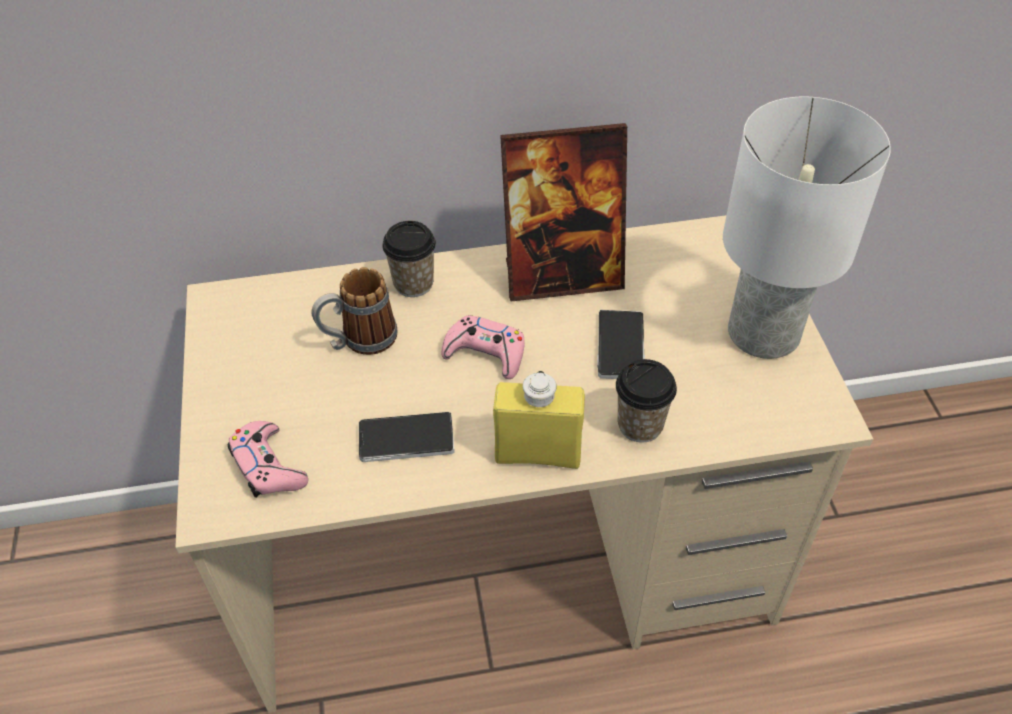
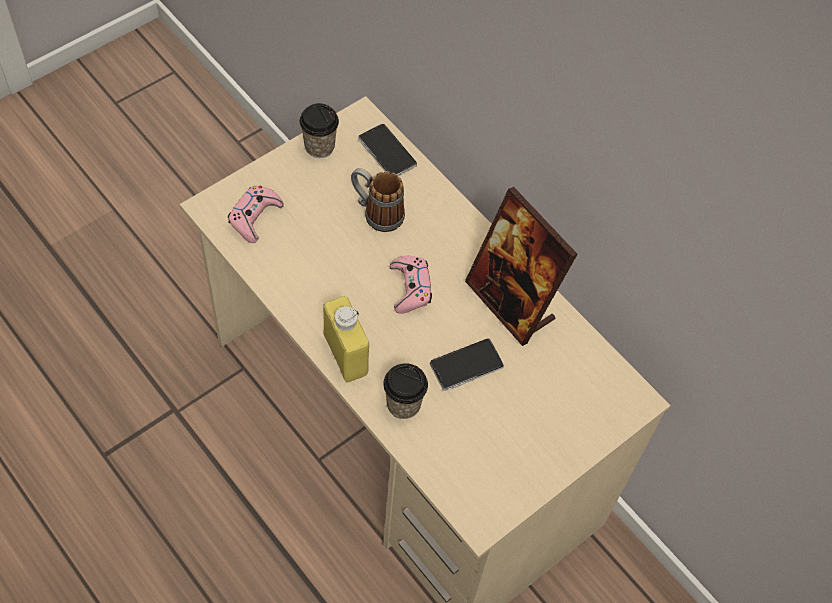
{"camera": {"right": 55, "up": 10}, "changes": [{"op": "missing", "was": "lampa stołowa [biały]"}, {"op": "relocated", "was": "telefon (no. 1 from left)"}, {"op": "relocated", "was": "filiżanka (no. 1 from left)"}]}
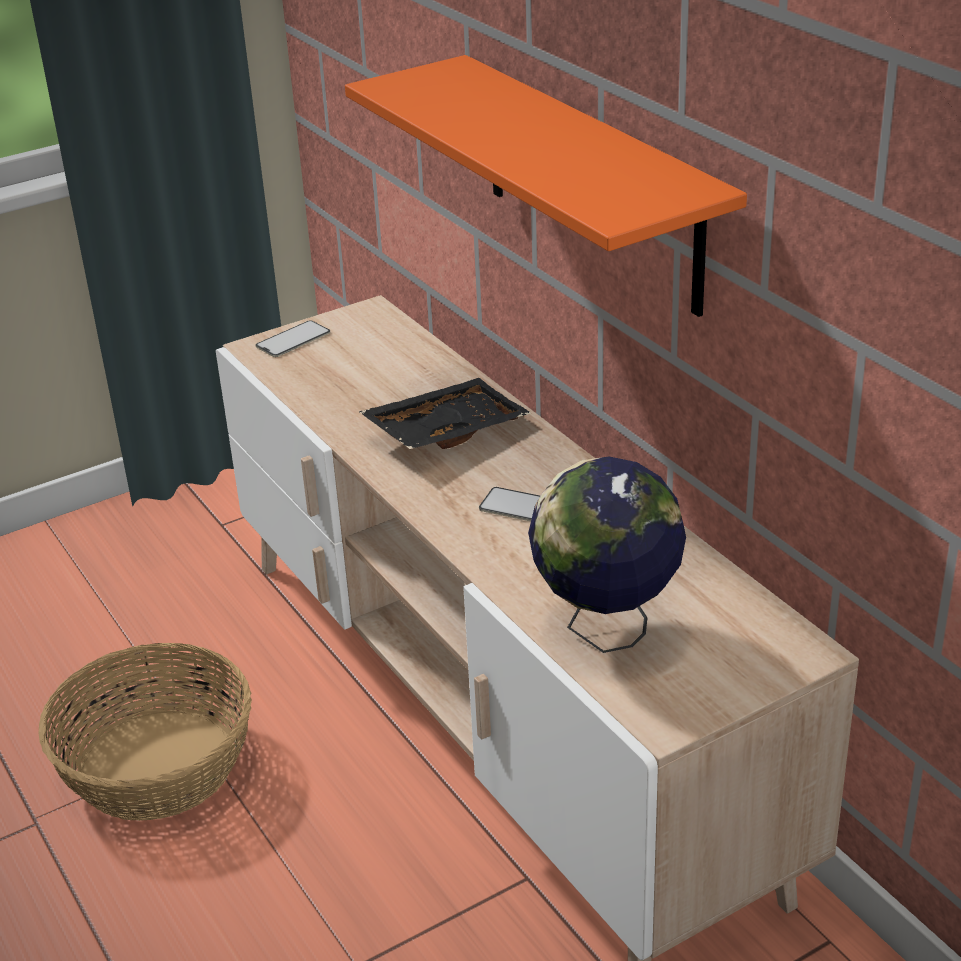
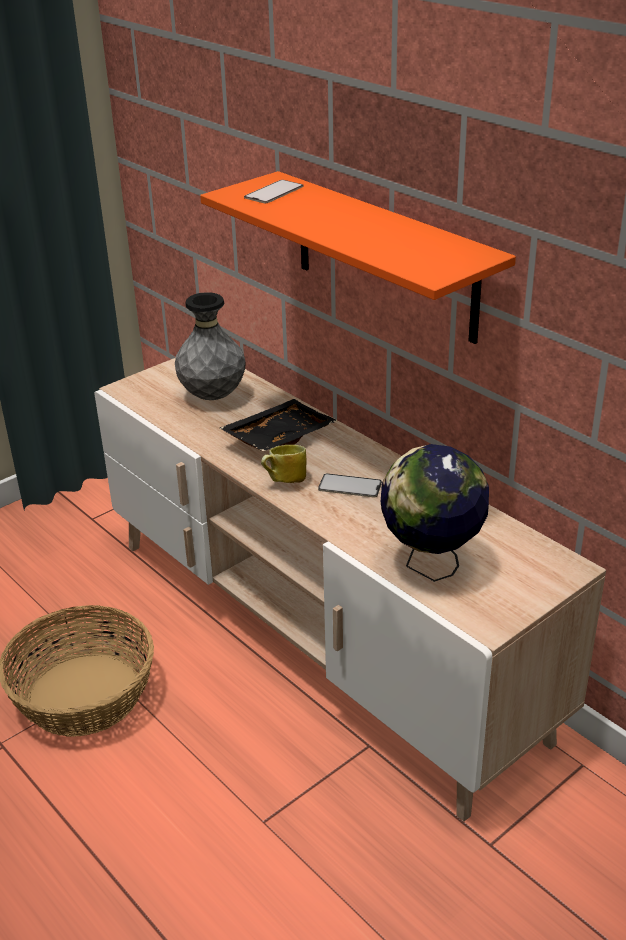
{"camera": {"right": -10, "up": 0}, "changes": [{"op": "appeared", "now": "wazon [szary]"}, {"op": "appeared", "now": "kubek"}, {"op": "relocated", "was": "telefon (no. 1 from left)"}]}
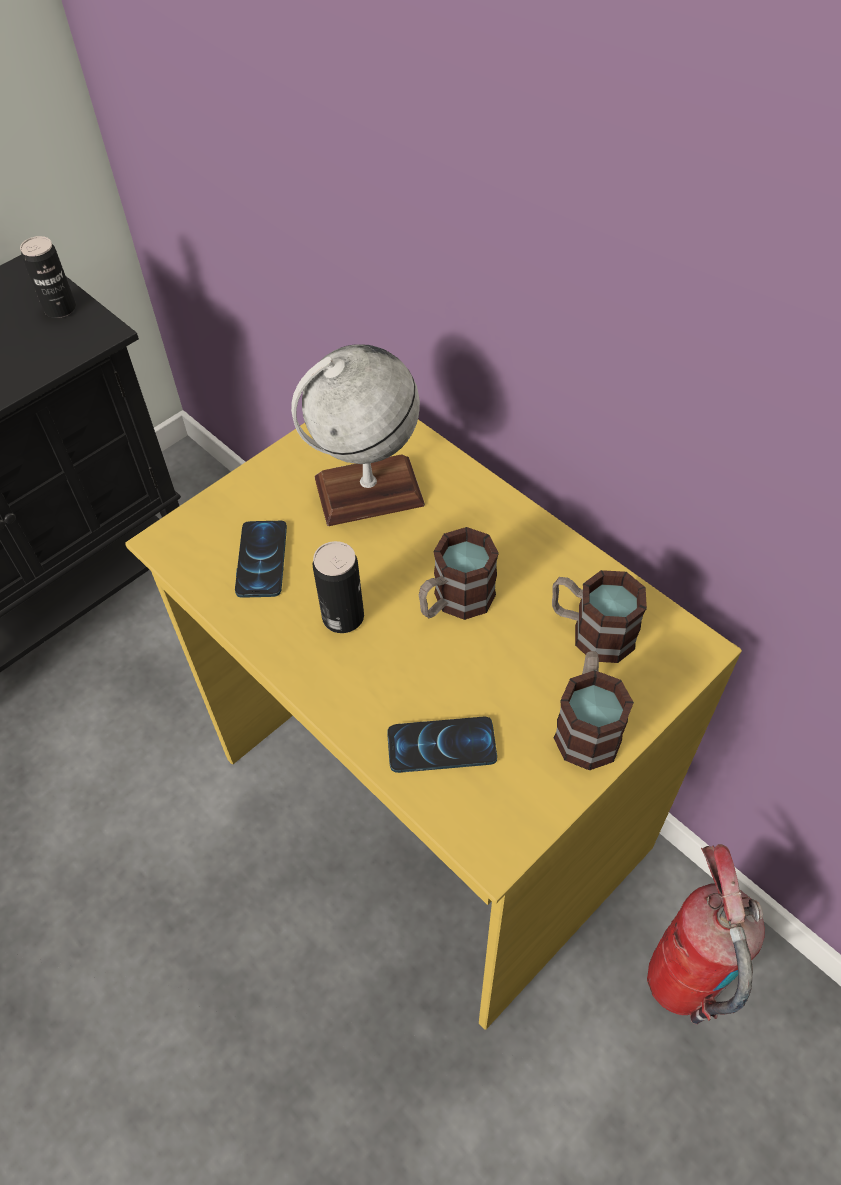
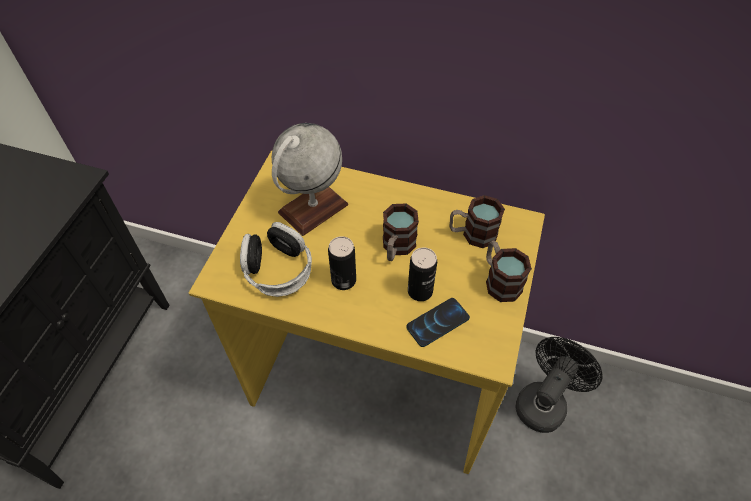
{"camera": {"right": -30, "up": 0}, "changes": [{"op": "relocated", "was": "puszka (no. 1 from left in the first image)", "now": "puszka (no. 2 from left)"}, {"op": "exchanged", "was": "telefon (no. 1 from left)", "now": "słuchawki"}, {"op": "exchanged", "was": "gaśnica", "now": "wentylator [czarny]"}]}
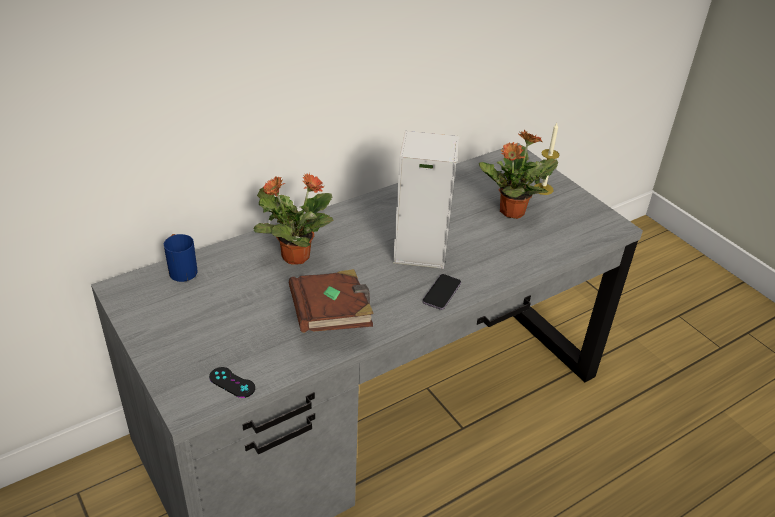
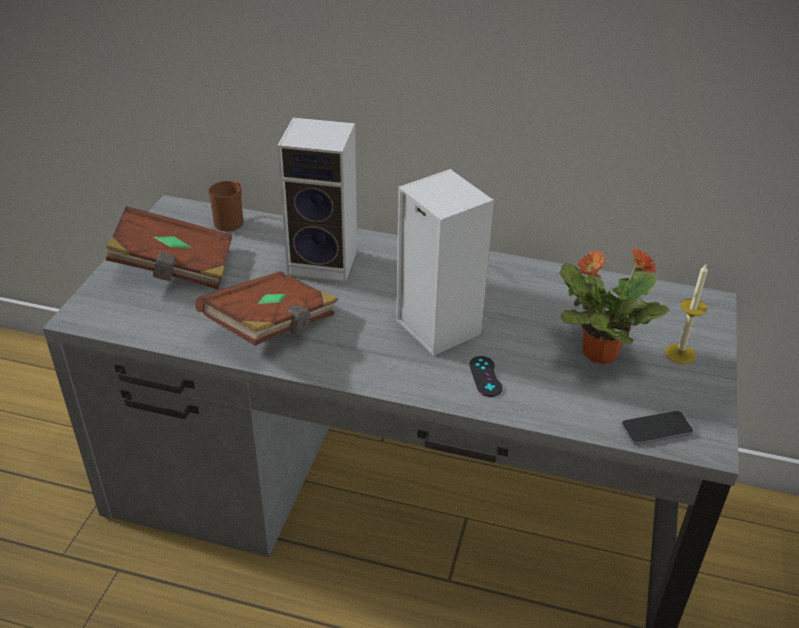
{"camera": {"right": 50, "up": 0}, "changes": [{"op": "appeared", "now": "książka [brązowy] (no. 1 from left)"}, {"op": "relocated", "was": "pad do gier [czarny]"}, {"op": "relocated", "was": "telefon"}, {"op": "exchanged", "was": "roślina doniczkowa (no. 1 from left)", "now": "głośnik (no. 1 from left)"}, {"op": "colour", "was": "kubek [niebieski]", "now": "kubek [brązowy]"}]}
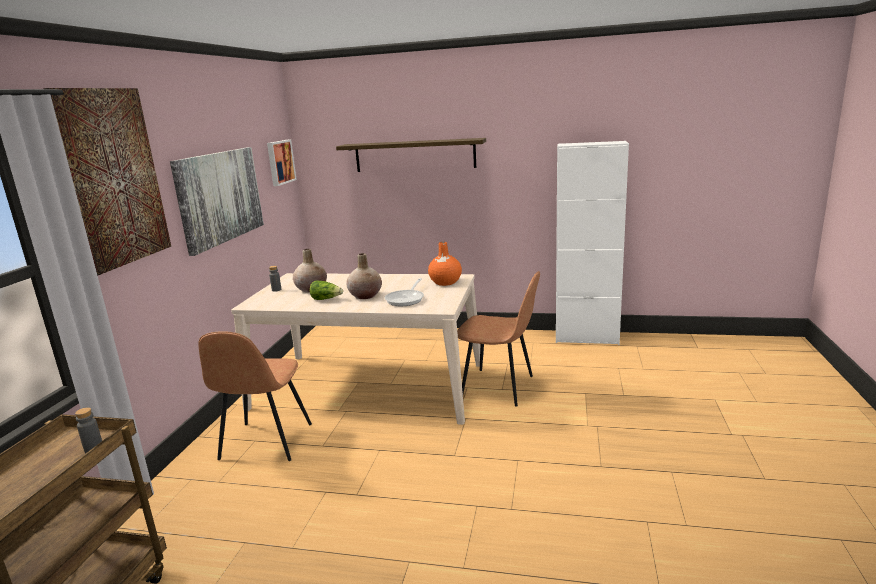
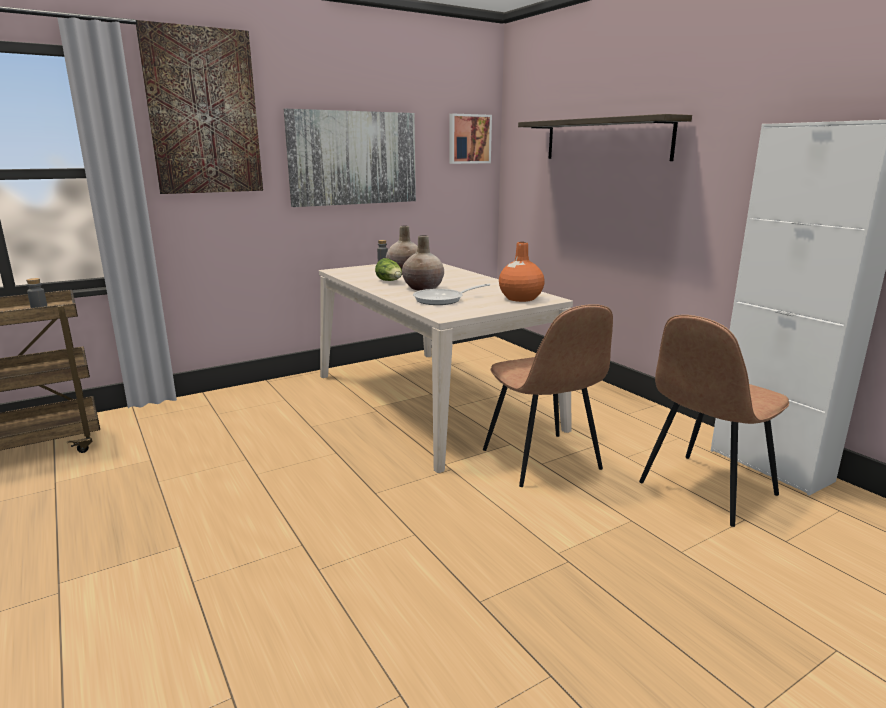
{"camera": {"right": 45, "up": 0}, "changes": [{"op": "relocated", "was": "krzesło [brązowy] (no. 1 from left in the first image)", "now": "krzesło [brązowy] (no. 2 from left)"}]}
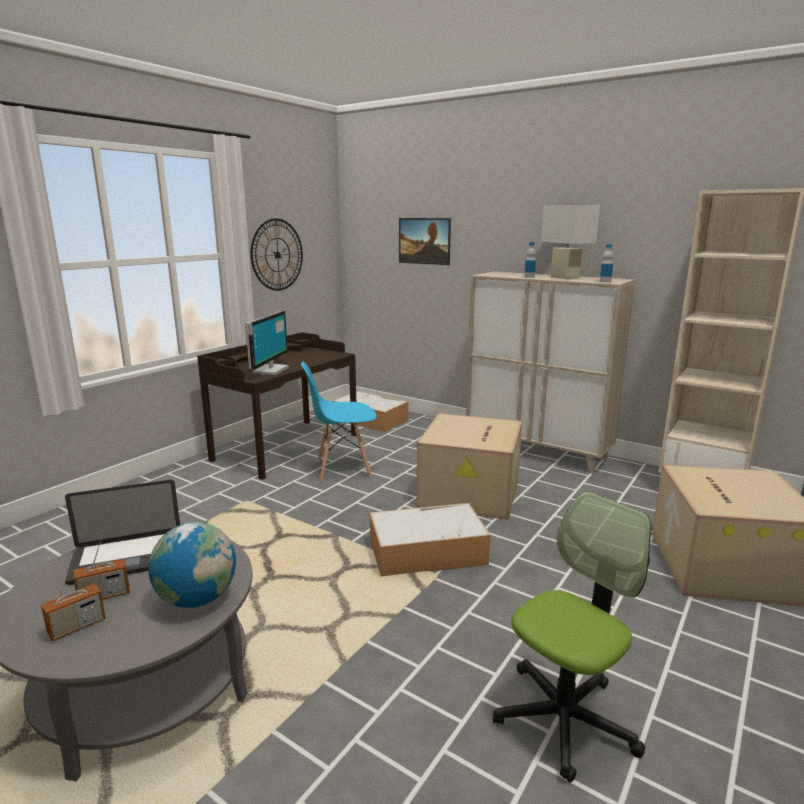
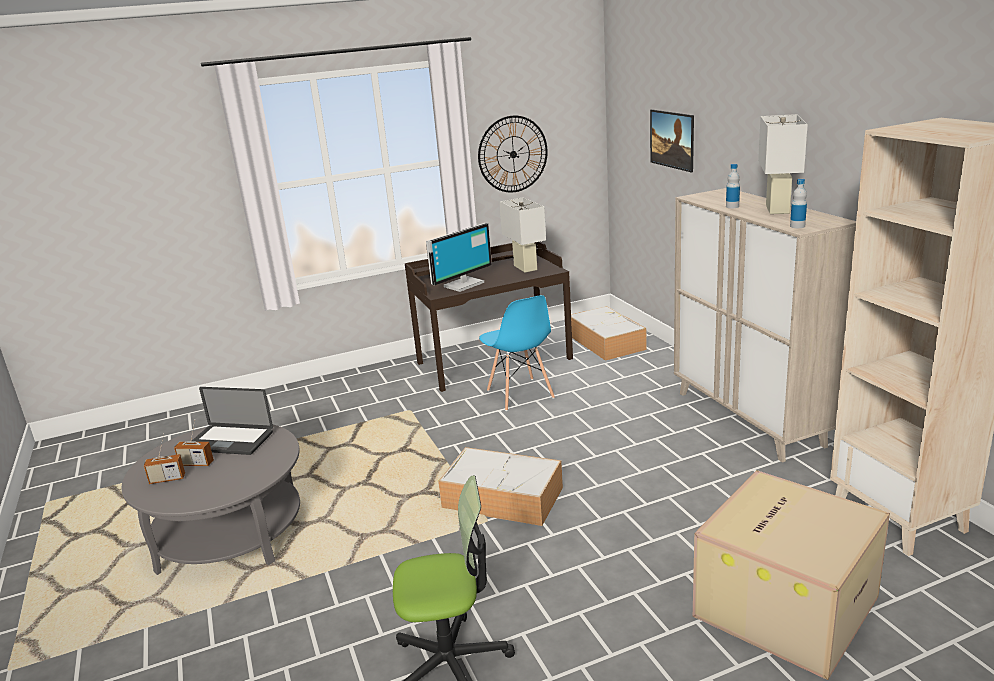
{"camera": {"right": 35, "up": 5}, "changes": [{"op": "missing", "was": "globus"}, {"op": "missing", "was": "karton (no. 1 from left)"}, {"op": "appeared", "now": "lampa stołowa [biały] (no. 1 from left)"}, {"op": "spun", "was": "krzesło [niebieski]", "clockwise": -135}]}
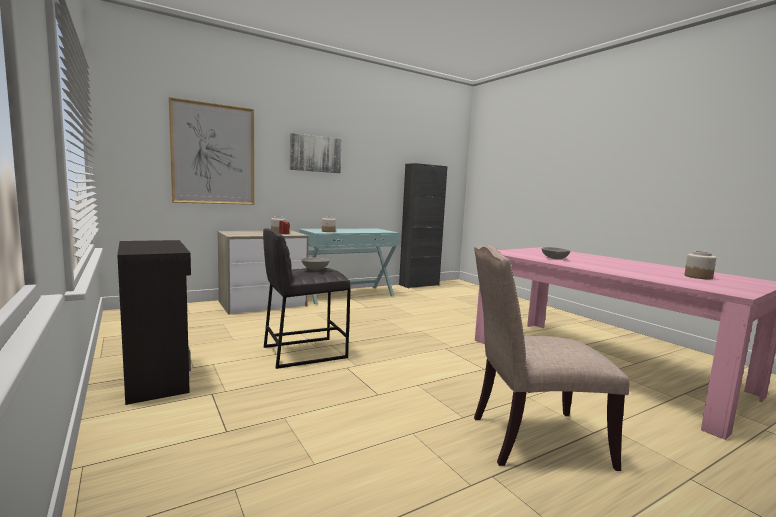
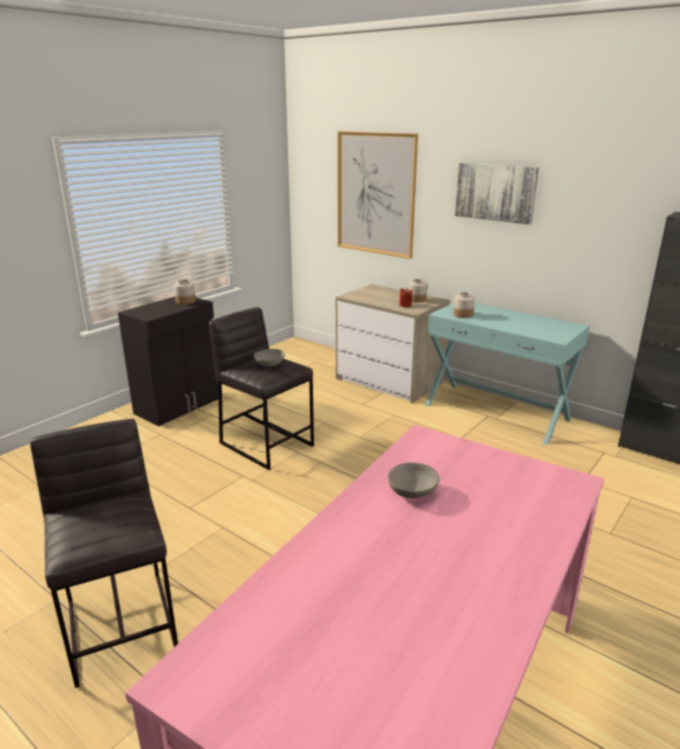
{"camera": {"right": 70, "up": 15}, "changes": [{"op": "relocated", "was": "słoik (no. 3 from left in the first image)", "now": "słoik (no. 1 from left)"}, {"op": "exchanged", "was": "krzesło [beżowy]", "now": "stołek [szary] (no. 1 from left)"}]}
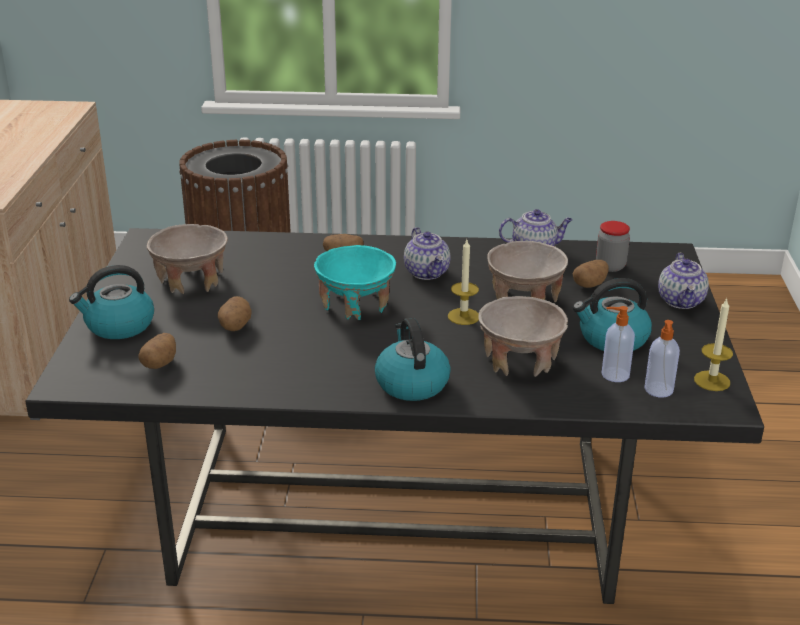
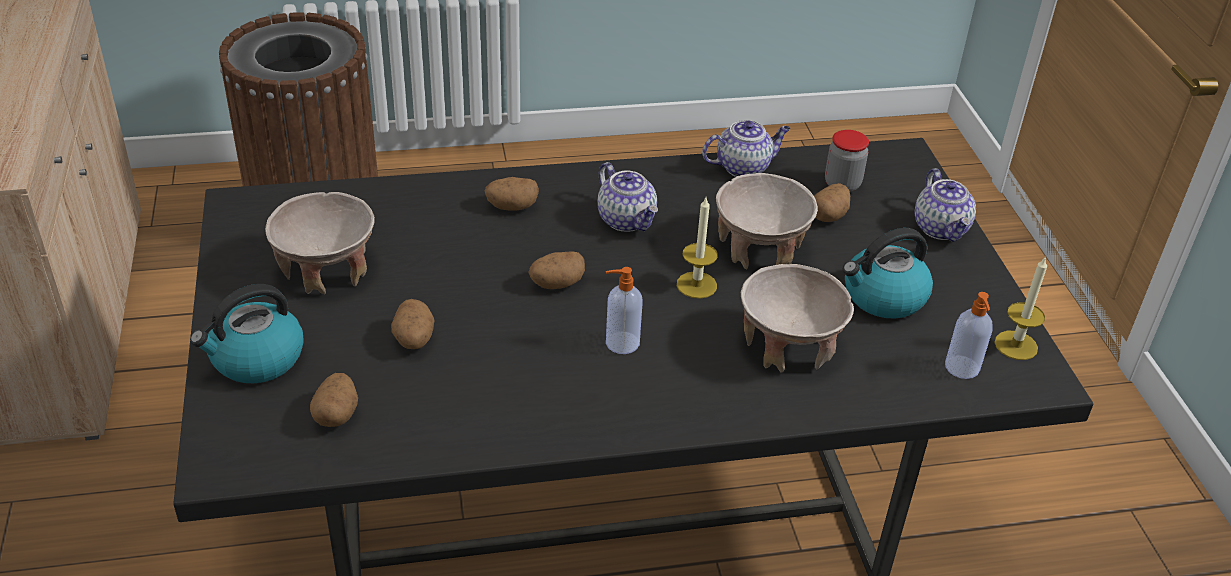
{"camera": {"right": -15, "up": 10}, "changes": [{"op": "missing", "was": "czajnik (no. 2 from left)"}, {"op": "relocated", "was": "dozownik mydła (no. 1 from left)"}, {"op": "exchanged", "was": "miska [turkusowy]", "now": "ziemniak (no. 4 from left)"}]}
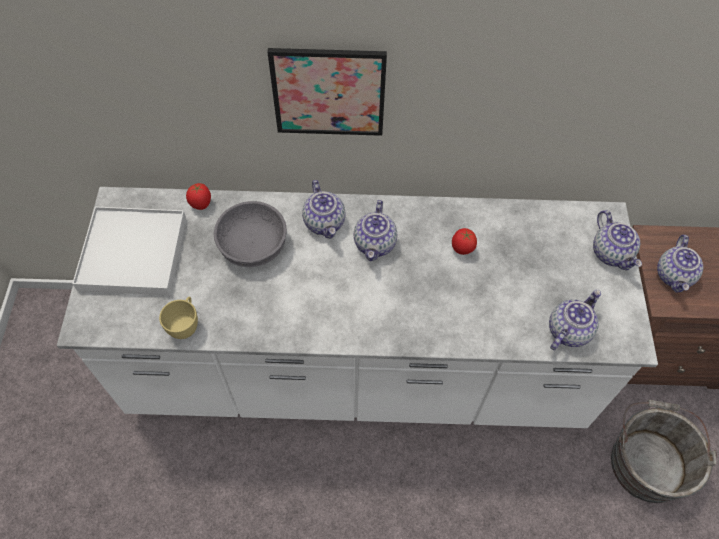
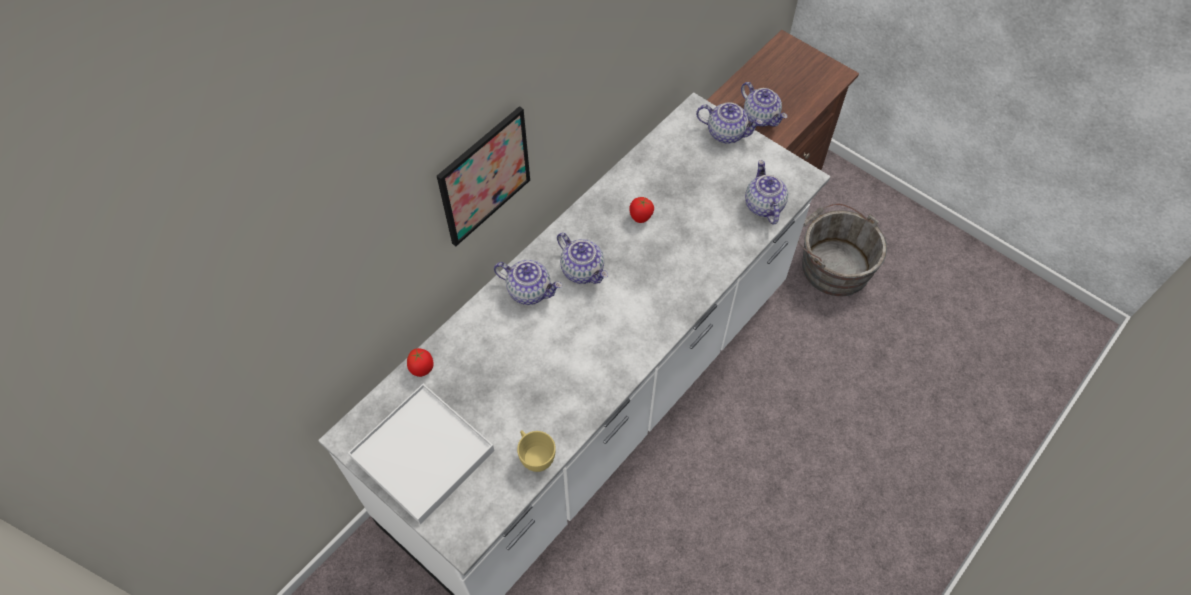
{"camera": {"right": -50, "up": 0}, "changes": [{"op": "missing", "was": "miska [szary]"}]}
